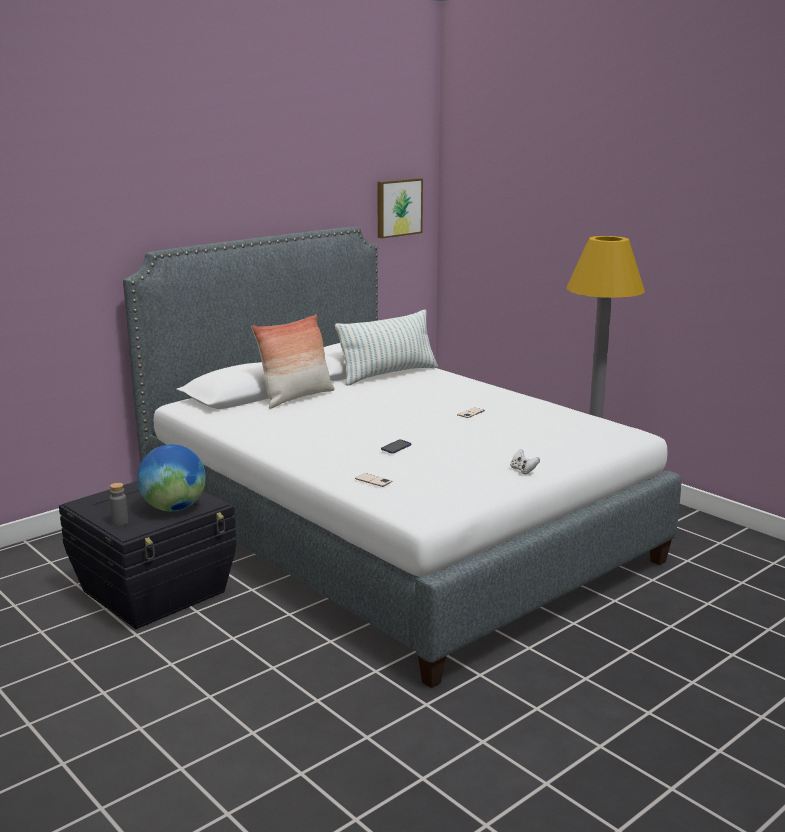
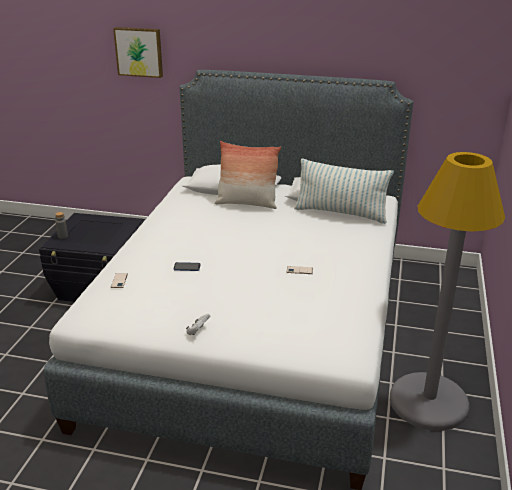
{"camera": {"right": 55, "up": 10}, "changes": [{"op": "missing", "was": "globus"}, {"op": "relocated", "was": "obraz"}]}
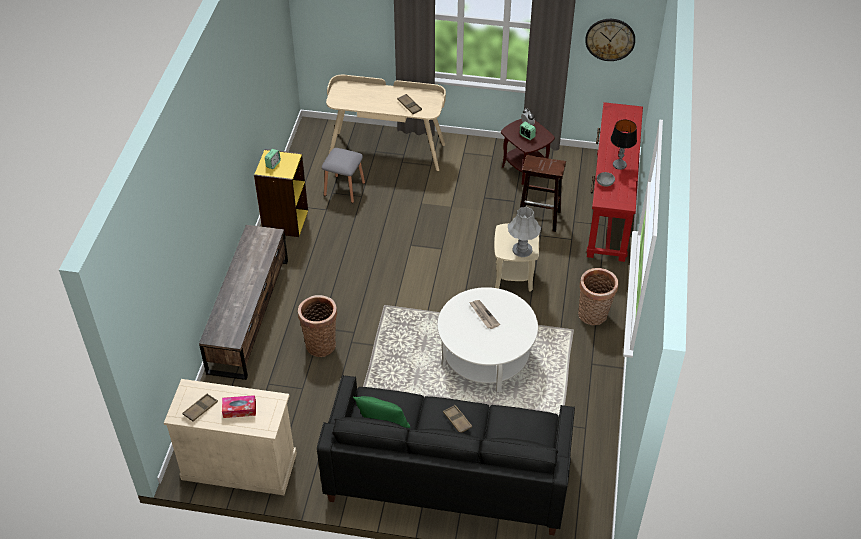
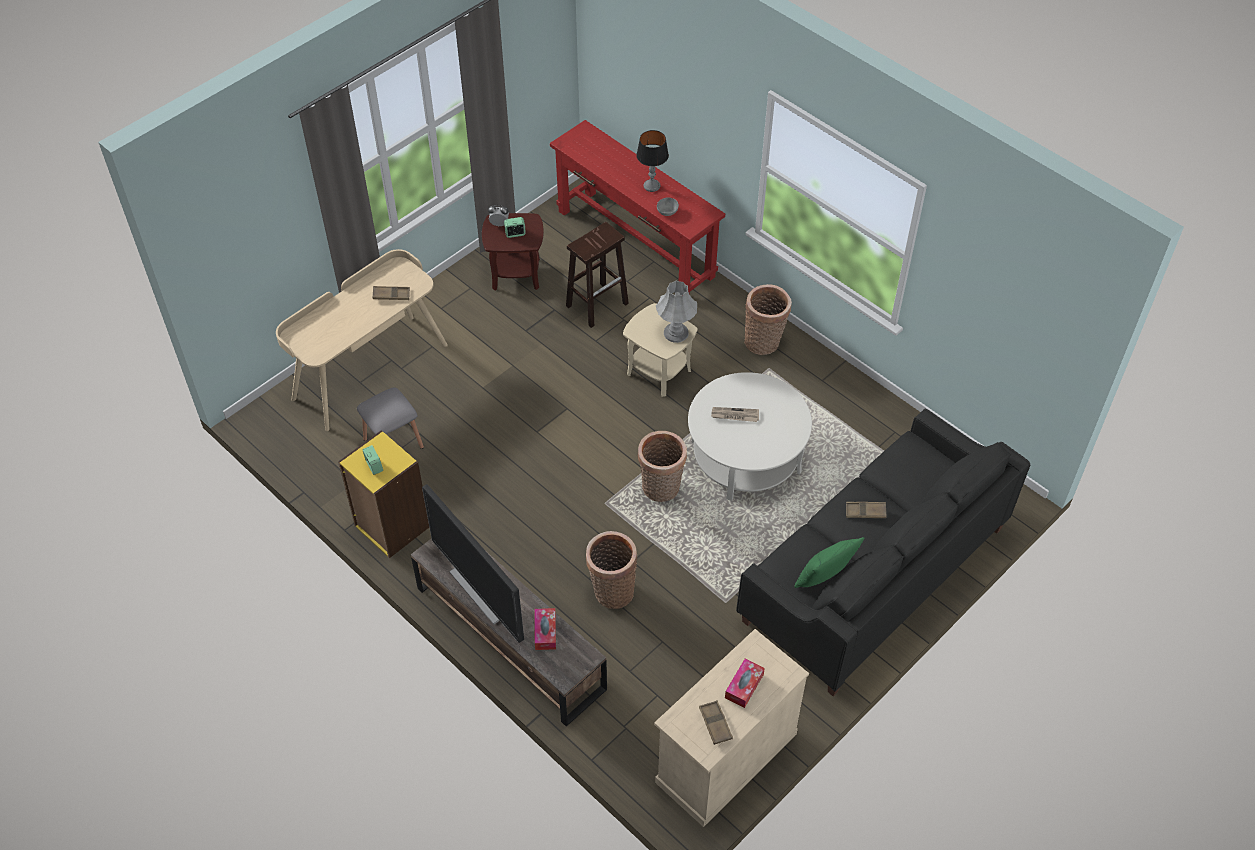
{"camera": {"right": -55, "up": 5}, "changes": [{"op": "missing", "was": "zegar ścienny"}, {"op": "appeared", "now": "telewizor"}, {"op": "appeared", "now": "pudełko chusteczek (no. 1 from left)"}, {"op": "appeared", "now": "koszyk (no. 2 from left)"}]}
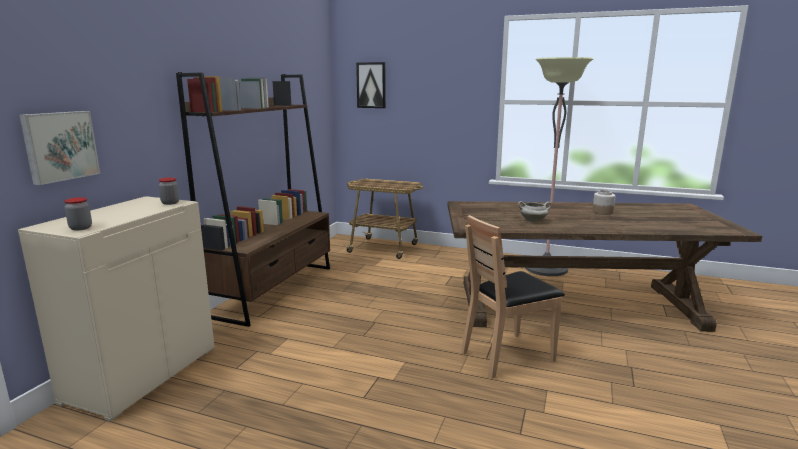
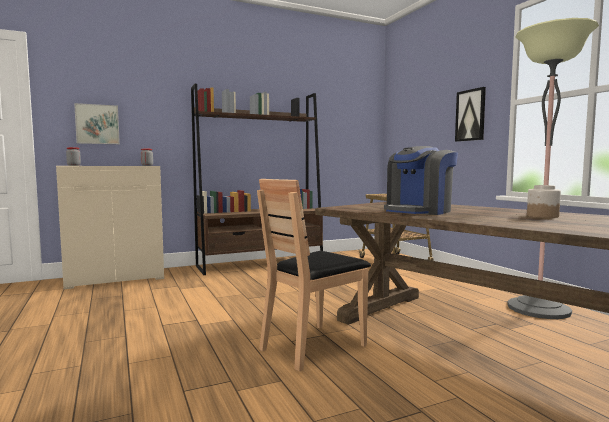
{"camera": {"right": 45, "up": -10}, "changes": [{"op": "relocated", "was": "obraz (no. 2 from left)"}, {"op": "exchanged", "was": "garnek [biały]", "now": "ekspres do kawy"}, {"op": "spun", "was": "krzesło [brązowy]", "clockwise": -60}]}
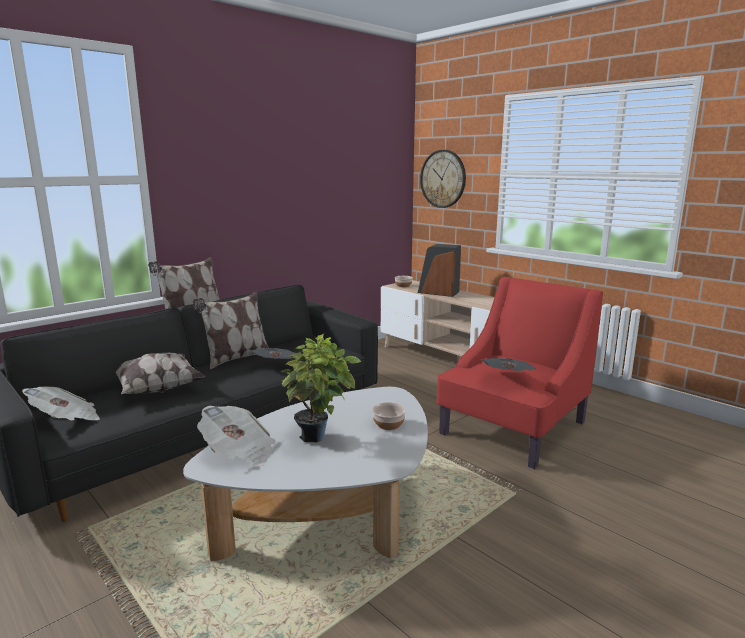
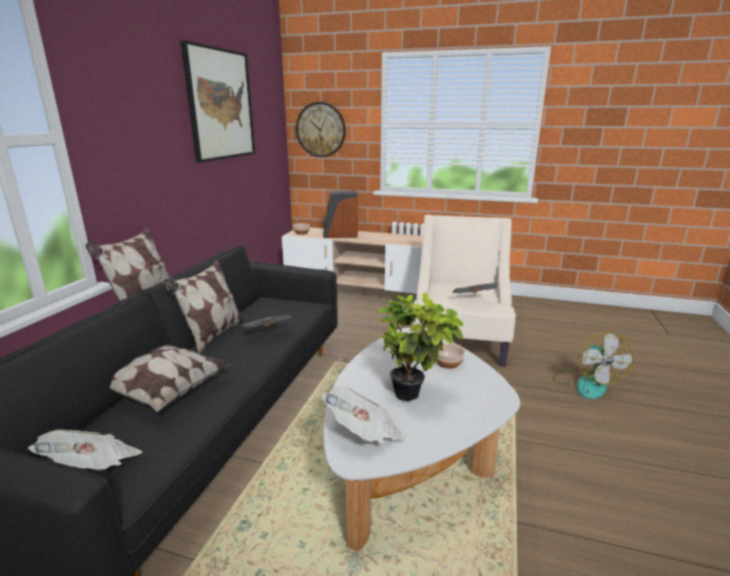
{"camera": {"right": -30, "up": 5}, "changes": [{"op": "appeared", "now": "obraz"}, {"op": "appeared", "now": "wentylator"}, {"op": "colour", "was": "fotel [czerwony]", "now": "fotel [beżowy]"}]}
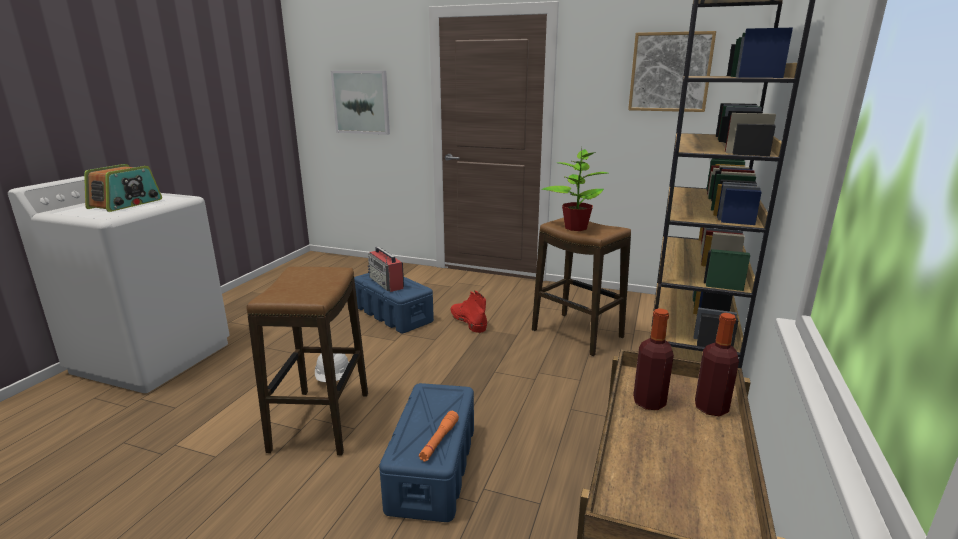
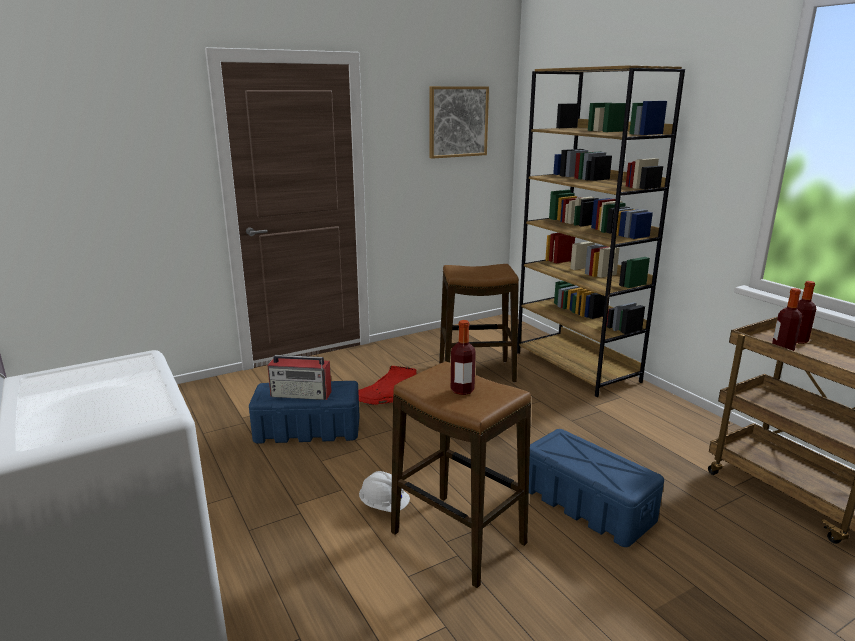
{"camera": {"right": -50, "up": 0}, "changes": [{"op": "missing", "was": "radio (no. 1 from left)"}, {"op": "missing", "was": "obraz (no. 1 from left)"}, {"op": "missing", "was": "latarka [pomarańczowy]"}, {"op": "missing", "was": "roślina doniczkowa"}, {"op": "appeared", "now": "butelka (no. 1 from left)"}]}
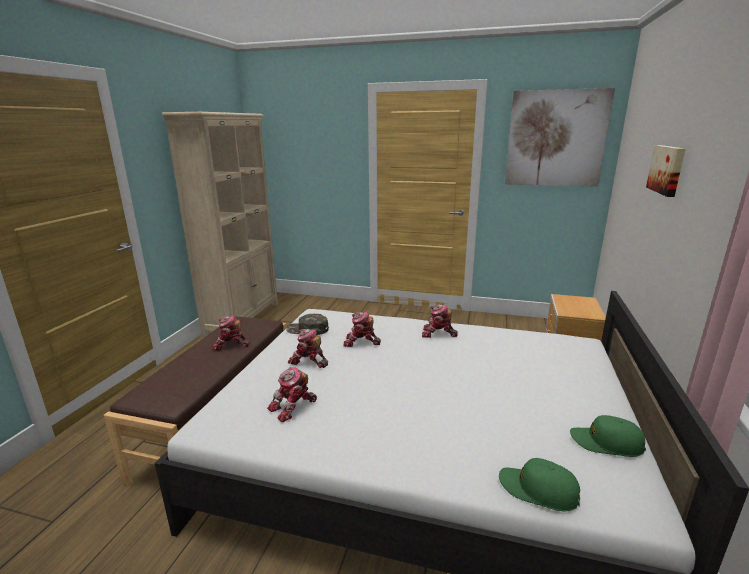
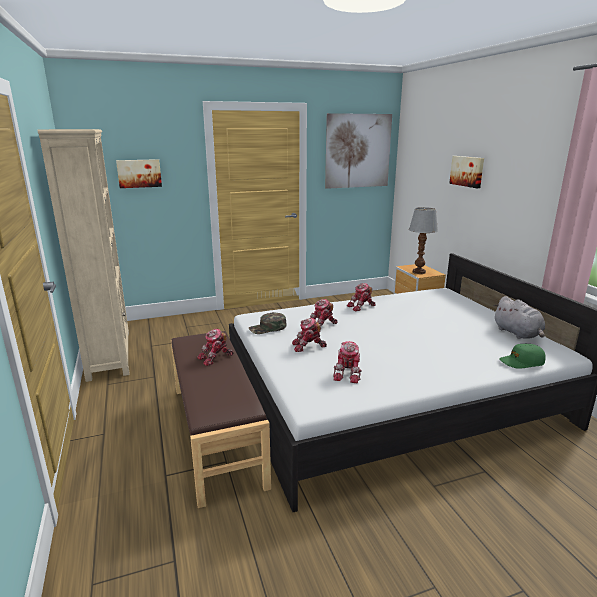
{"camera": {"right": -35, "up": 0}, "changes": [{"op": "appeared", "now": "obraz (no. 1 from left)"}, {"op": "appeared", "now": "lampa stołowa"}, {"op": "exchanged", "was": "czapka z daszkiem [zielony] (no. 3 from left)", "now": "pluszak [szary]"}]}
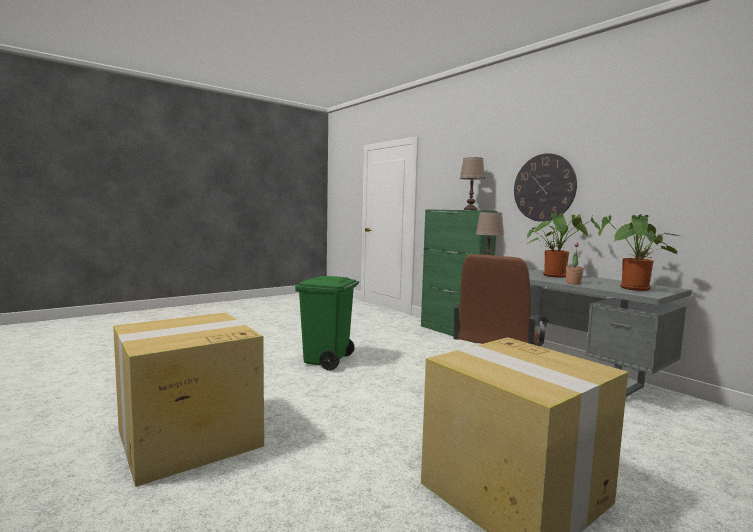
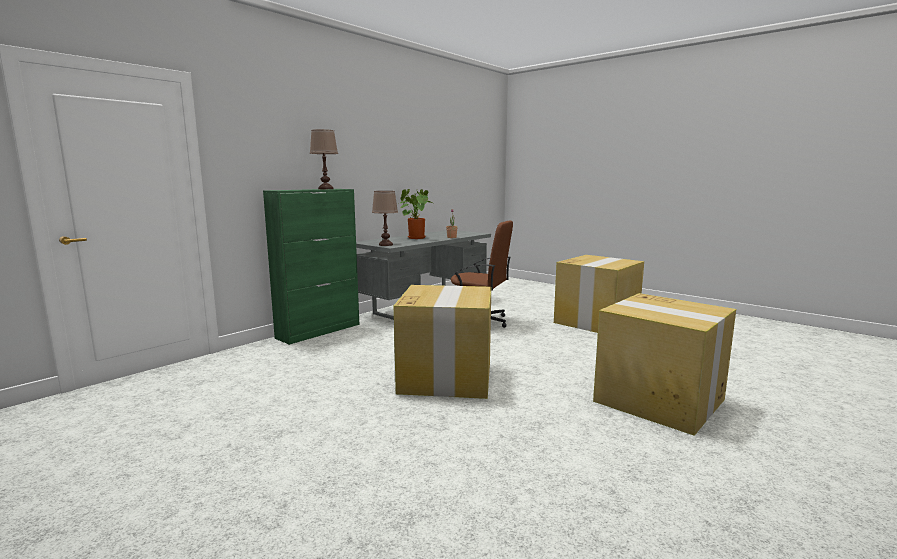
{"camera": {"right": -100, "up": 5}, "changes": [{"op": "missing", "was": "zegar ścienny"}, {"op": "missing", "was": "roślina doniczkowa (no. 3 from left)"}, {"op": "exchanged", "was": "kosz na śmieci [zielony]", "now": "karton (no. 1 from left)"}]}
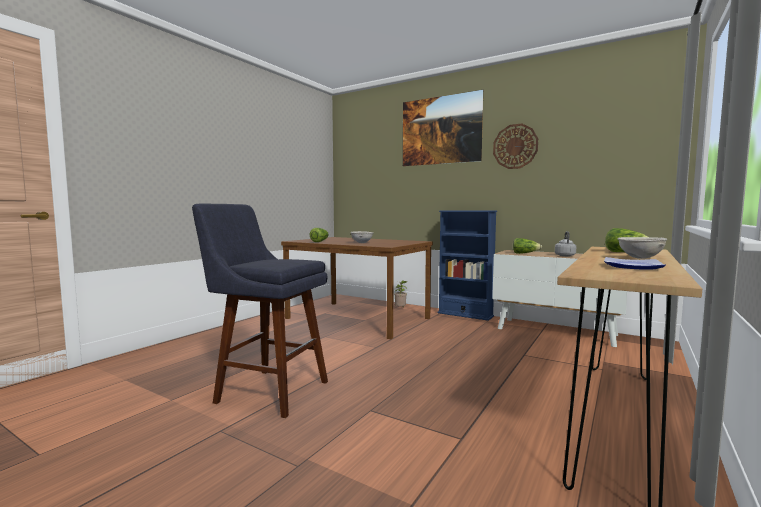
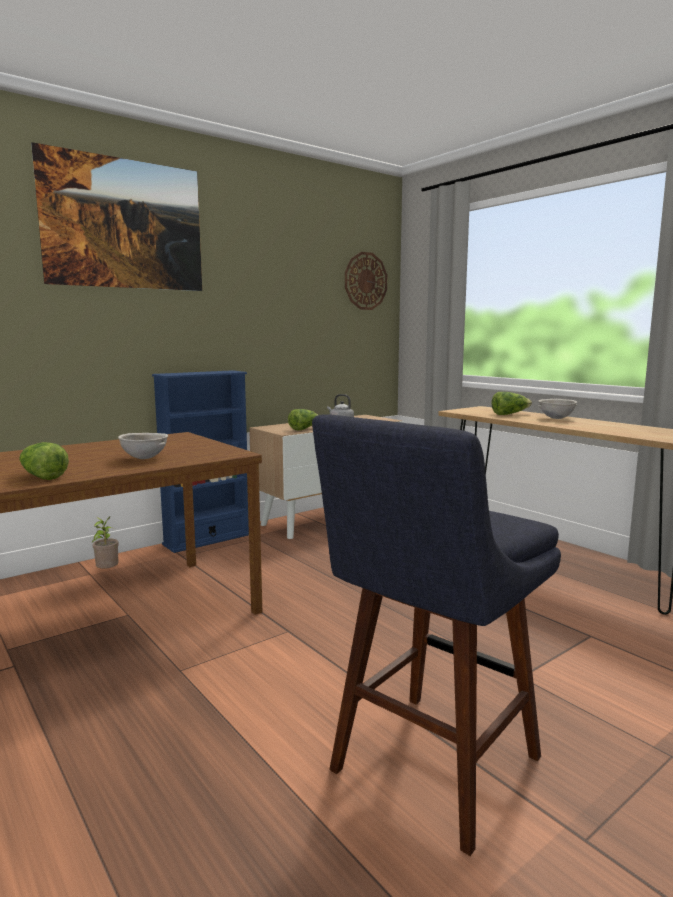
{"camera": {"right": -70, "up": 5}, "changes": [{"op": "missing", "was": "talerz"}, {"op": "relocated", "was": "zegar ścienny"}]}
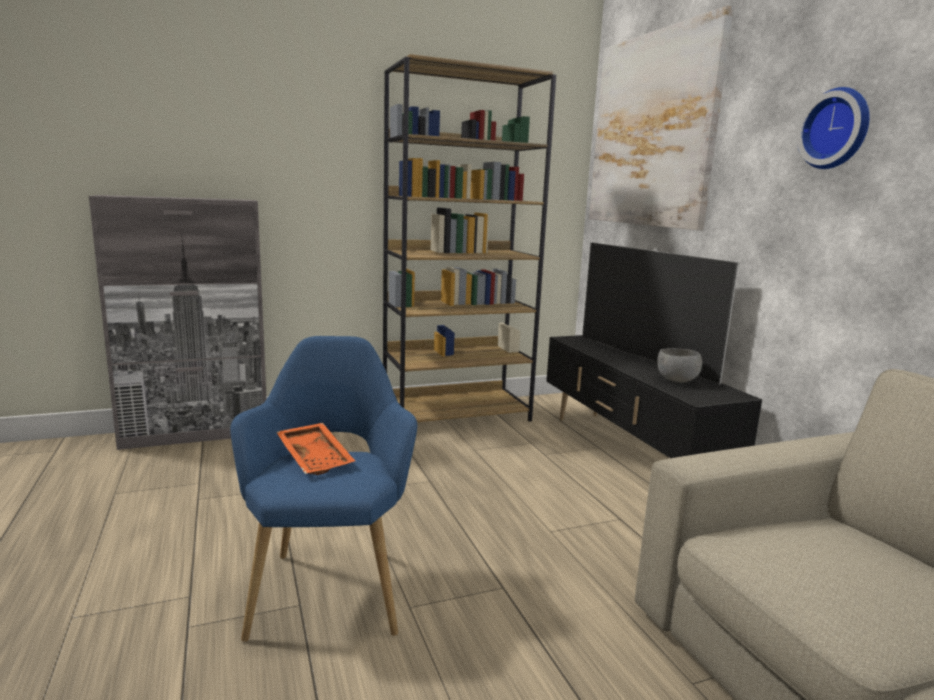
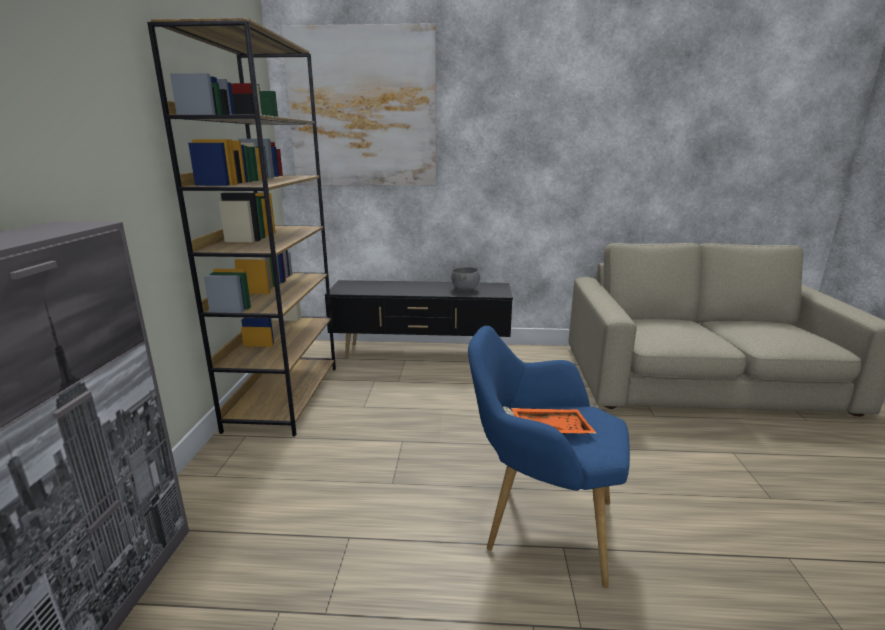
{"camera": {"right": -65, "up": 5}, "changes": [{"op": "missing", "was": "telewizor"}, {"op": "missing", "was": "zegar ścienny"}]}
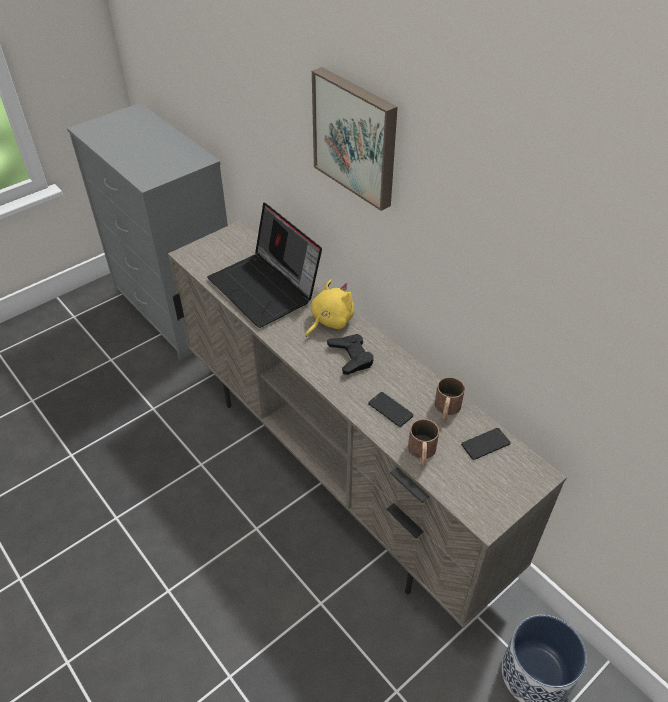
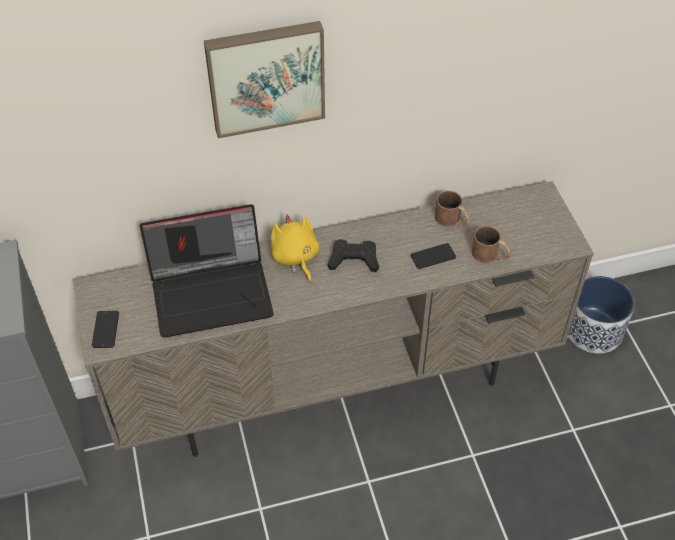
{"camera": {"right": -65, "up": 5}, "changes": [{"op": "relocated", "was": "telefon (no. 2 from left in the first image)", "now": "telefon (no. 1 from left)"}]}
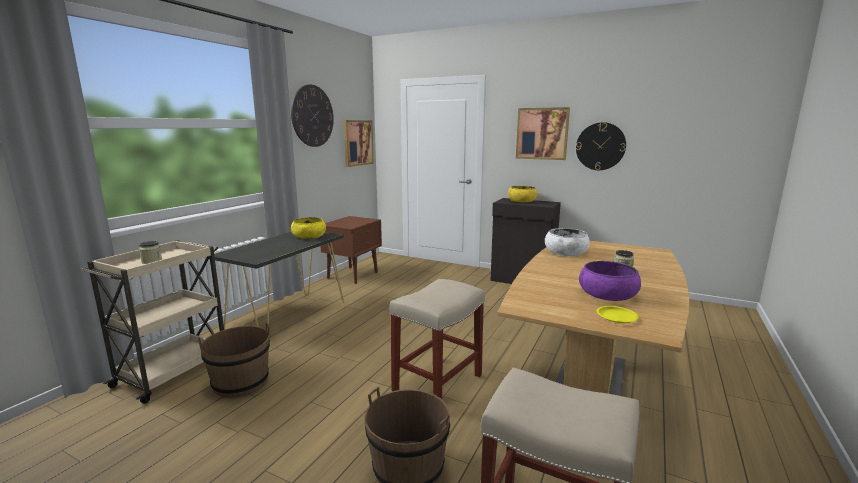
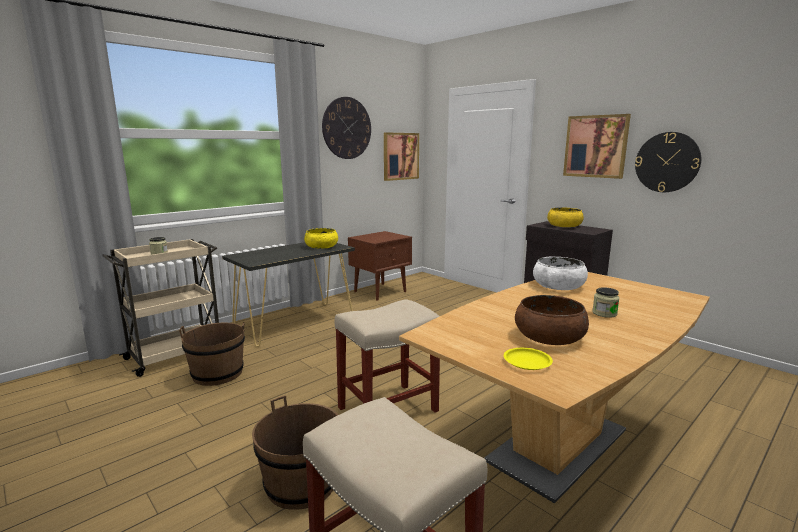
{"camera": {"right": 20, "up": 0}, "changes": [{"op": "colour", "was": "miska [fioletowy]", "now": "miska [brązowy]"}]}
